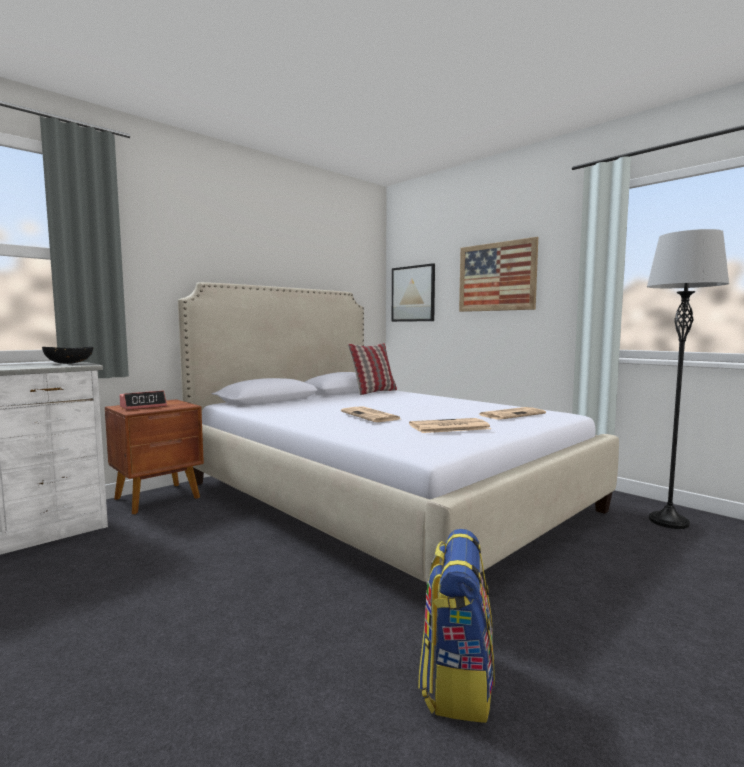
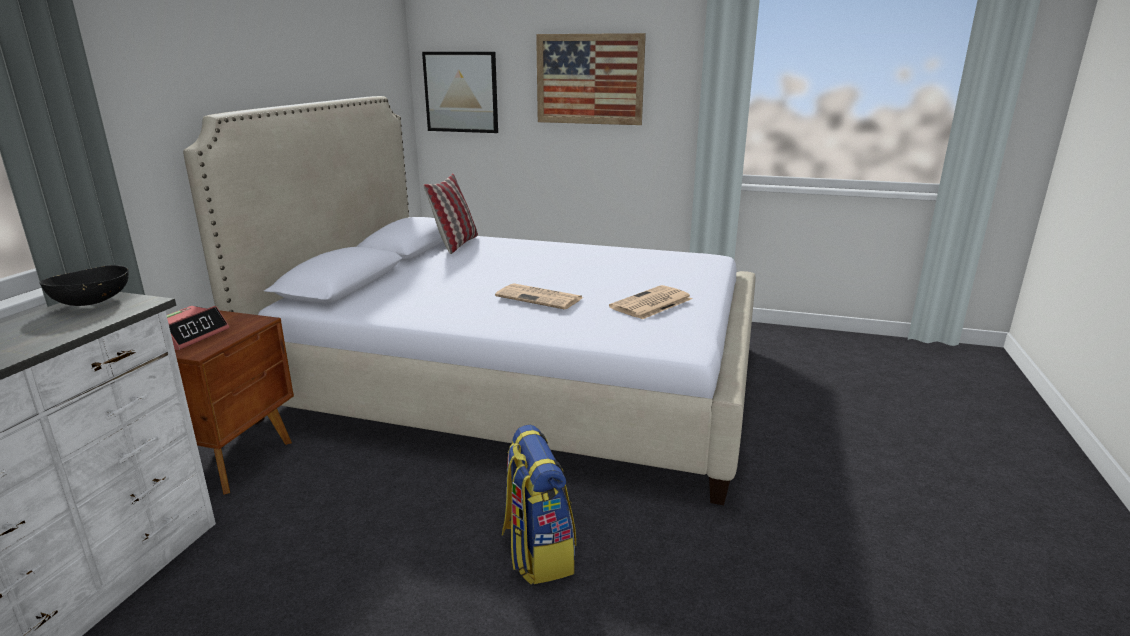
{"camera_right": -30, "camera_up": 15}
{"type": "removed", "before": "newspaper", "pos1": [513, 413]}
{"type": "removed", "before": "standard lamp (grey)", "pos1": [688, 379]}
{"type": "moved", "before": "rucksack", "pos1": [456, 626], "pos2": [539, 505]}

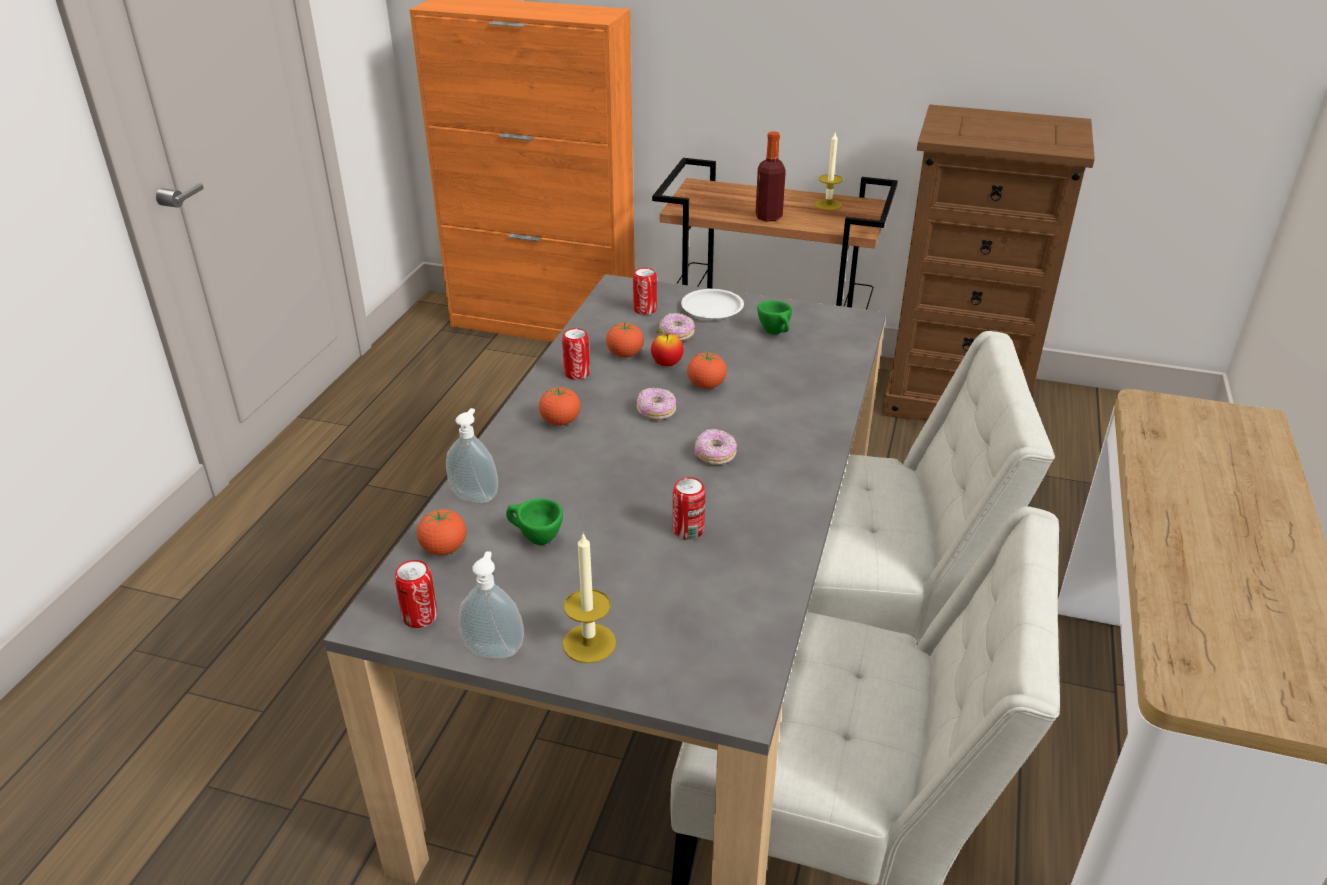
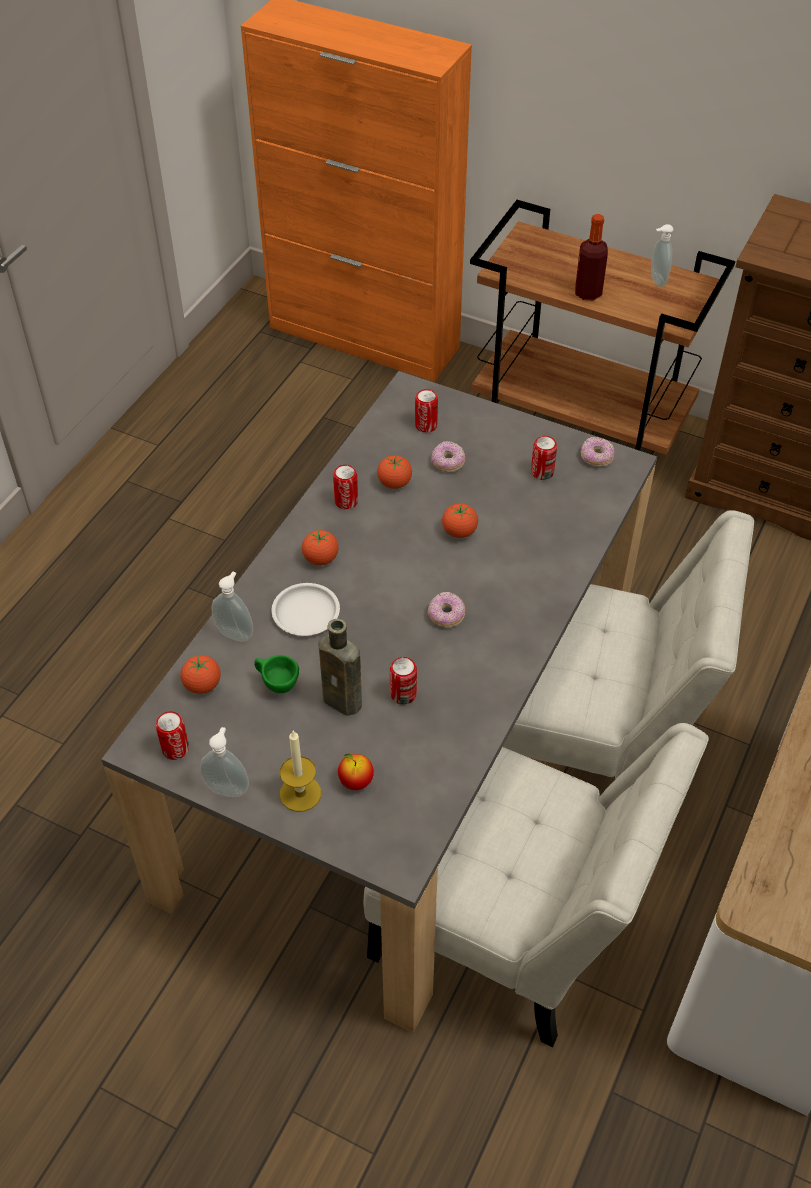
{"camera_right": 10, "camera_up": 15}
{"type": "added", "after": "bottle (brown-coloured)", "pos2": [340, 667]}
{"type": "moved", "before": "doughnut", "pos1": [656, 404], "pos2": [598, 452]}
{"type": "moved", "before": "apple fruit", "pos1": [667, 348], "pos2": [356, 772]}
{"type": "moved", "before": "dinner plate (white)", "pos1": [712, 304], "pos2": [306, 609]}
{"type": "replaced", "before": "drinking cup (green-coloured)", "after": "sealed can", "pos1": [774, 317], "pos2": [544, 458]}
{"type": "replaced", "before": "wax candle", "after": "soap bottle", "pos1": [829, 171], "pos2": [662, 255]}

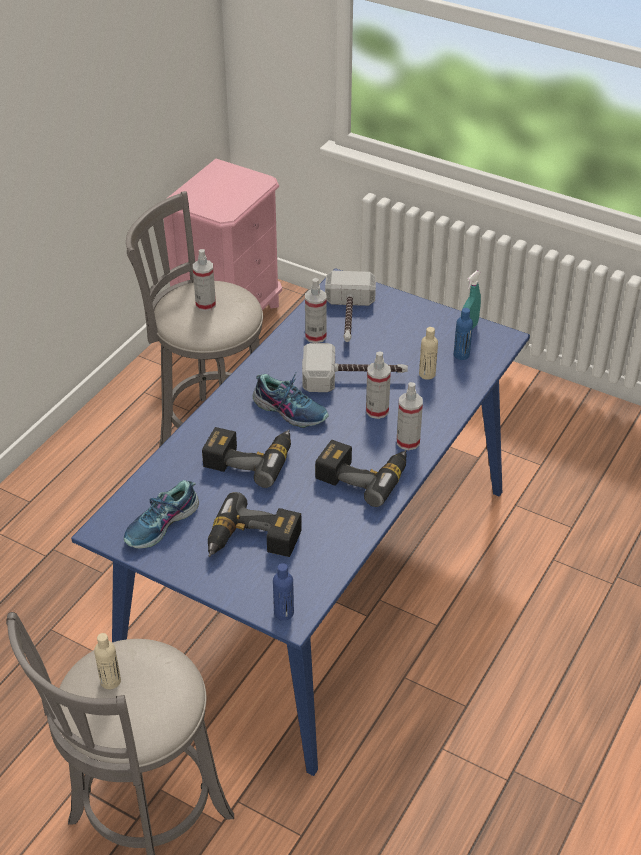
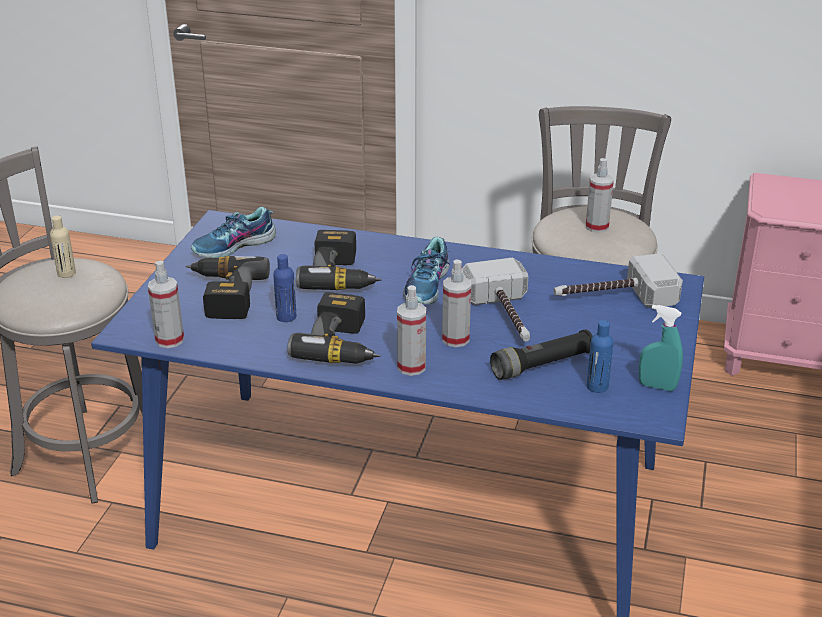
{"camera_right": 75, "camera_up": -10}
{"type": "moved", "before": "bottle (blue-coloured)", "pos1": [283, 592], "pos2": [285, 288]}
{"type": "moved", "before": "hand sprayer", "pos1": [316, 310], "pos2": [166, 304]}
{"type": "replaced", "before": "bottle (sand-coloured)", "after": "torch (black-coloured)", "pos1": [428, 353], "pos2": [541, 354]}
{"type": "turned", "before": "item of footwear", "pos1": [161, 514], "pos2": [233, 232], "turn": -60}

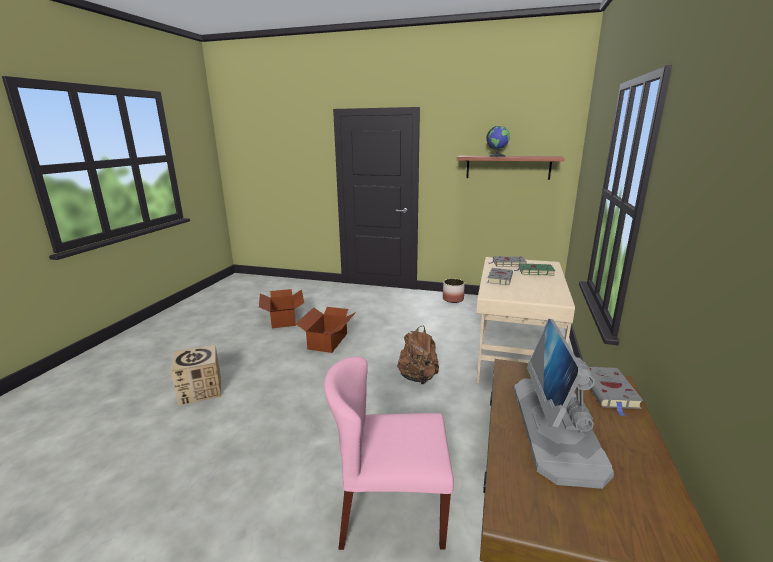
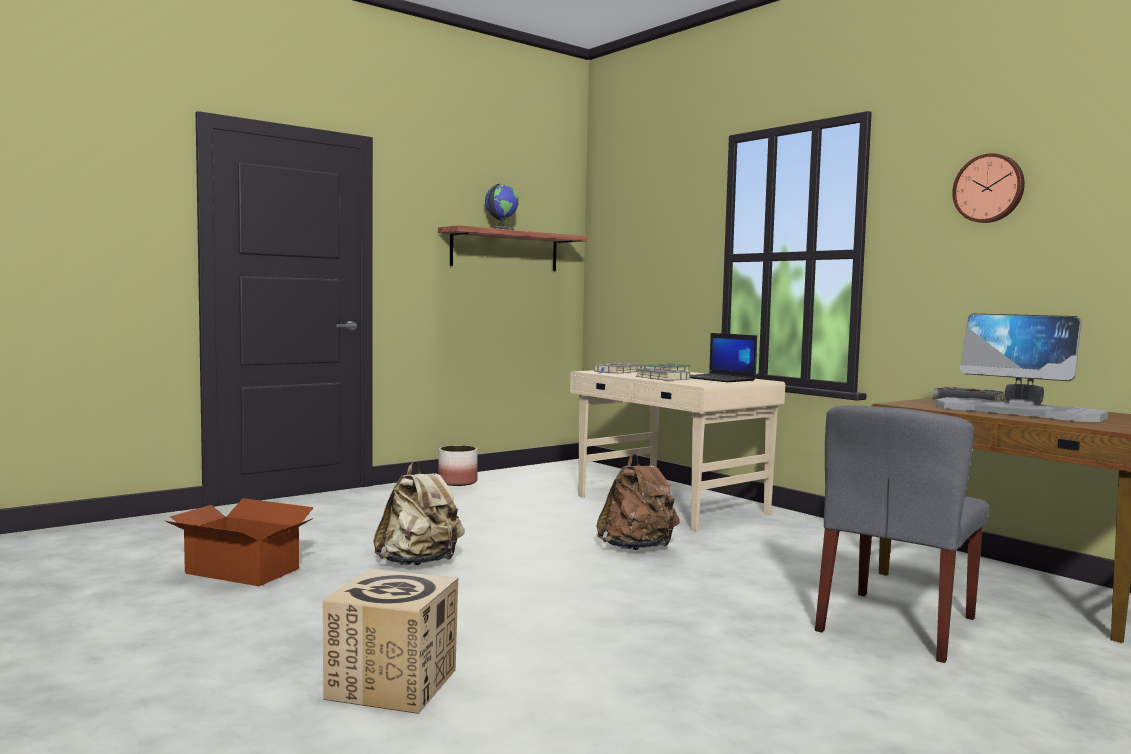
{"camera_right": -55, "camera_up": -15}
{"type": "added", "after": "portable computer", "pos2": [723, 357]}
{"type": "added", "after": "wall clock", "pos2": [988, 188]}
{"type": "replaced", "before": "carton", "after": "rucksack (sand-coloured)", "pos1": [326, 330], "pos2": [418, 513]}
{"type": "recoloured", "before": "upright chair (pinkish)", "after": "upright chair (grey)", "pos1": [389, 453], "pos2": [902, 534]}

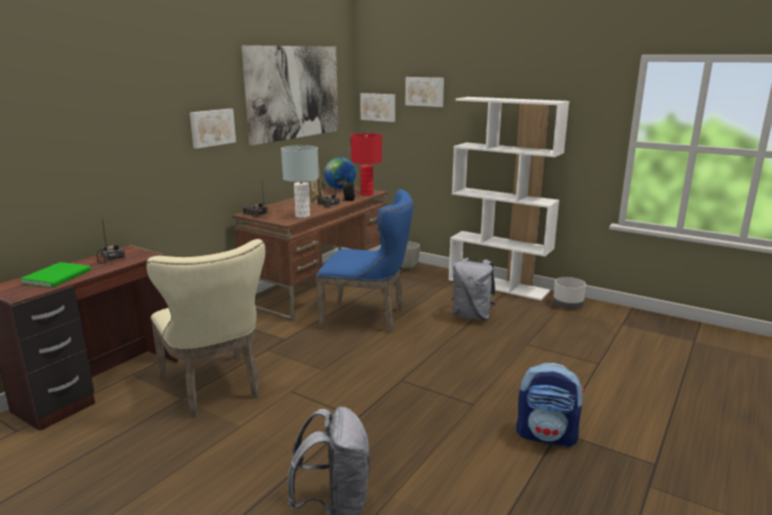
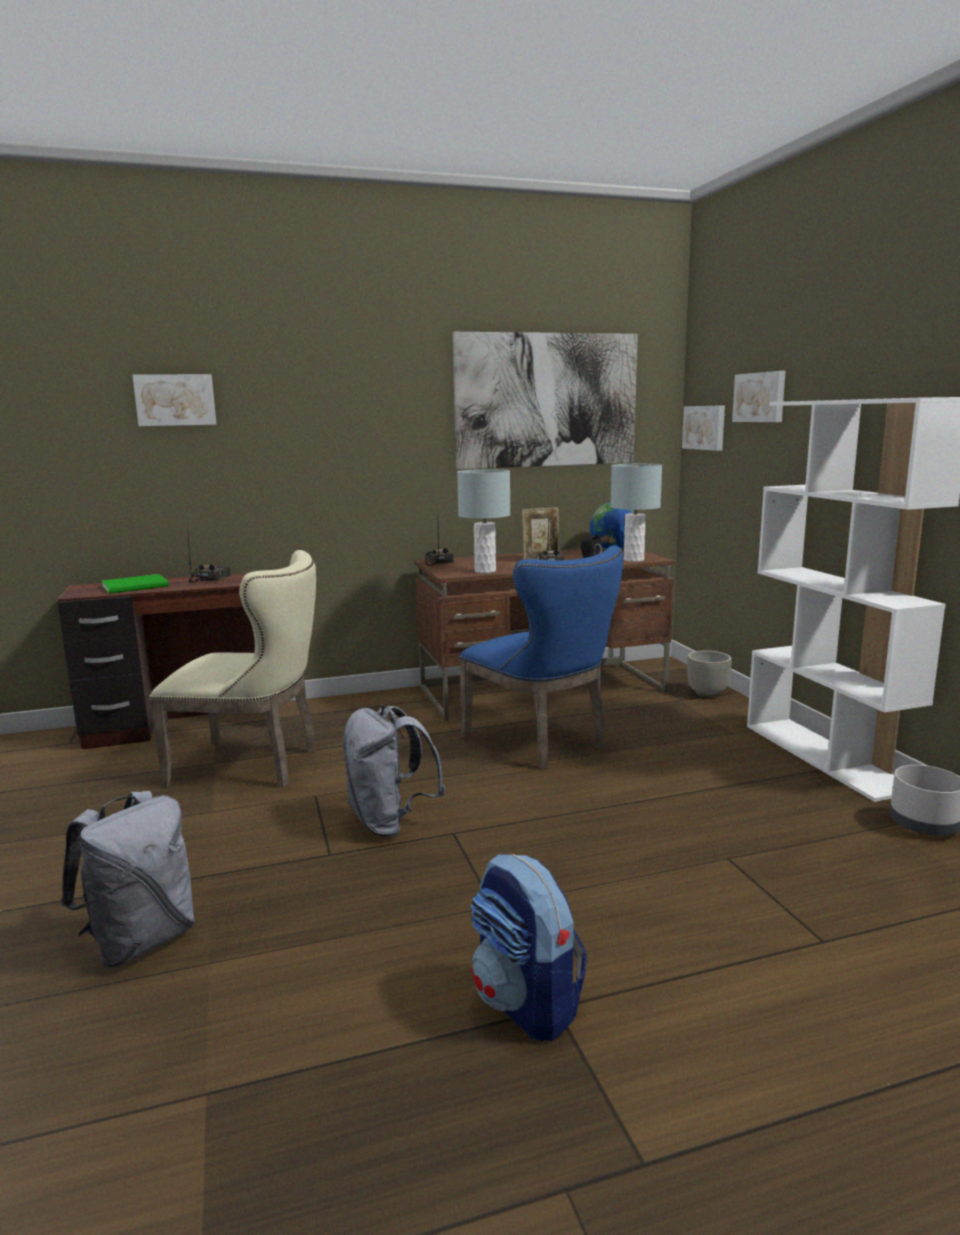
{"camera_right": 40, "camera_up": -5}
{"type": "moved", "before": "picture", "pos1": [213, 129], "pos2": [174, 400]}
{"type": "moved", "before": "rucksack (grey)", "pos1": [474, 288], "pos2": [394, 771]}
{"type": "recoloured", "before": "tabletop lamp (reddish)", "after": "tabletop lamp (grey)", "pos1": [366, 164], "pos2": [636, 513]}
{"type": "turned", "before": "upright chair (sand-coloured)", "pos1": [205, 328], "pos2": [232, 669], "turn": -90}

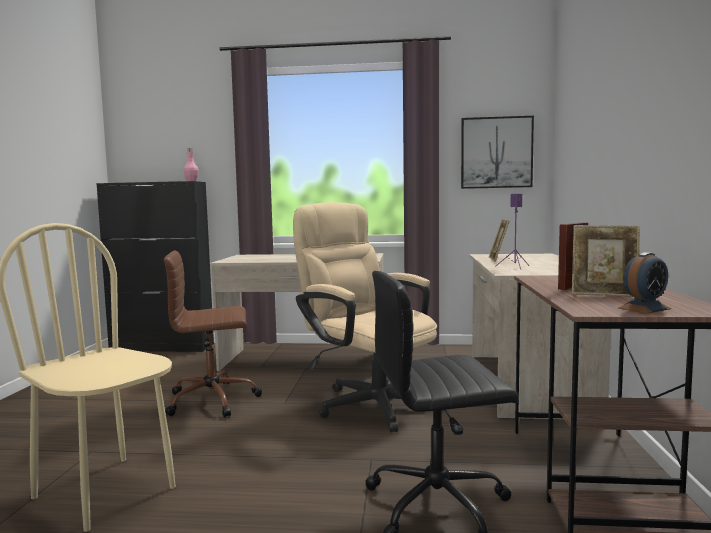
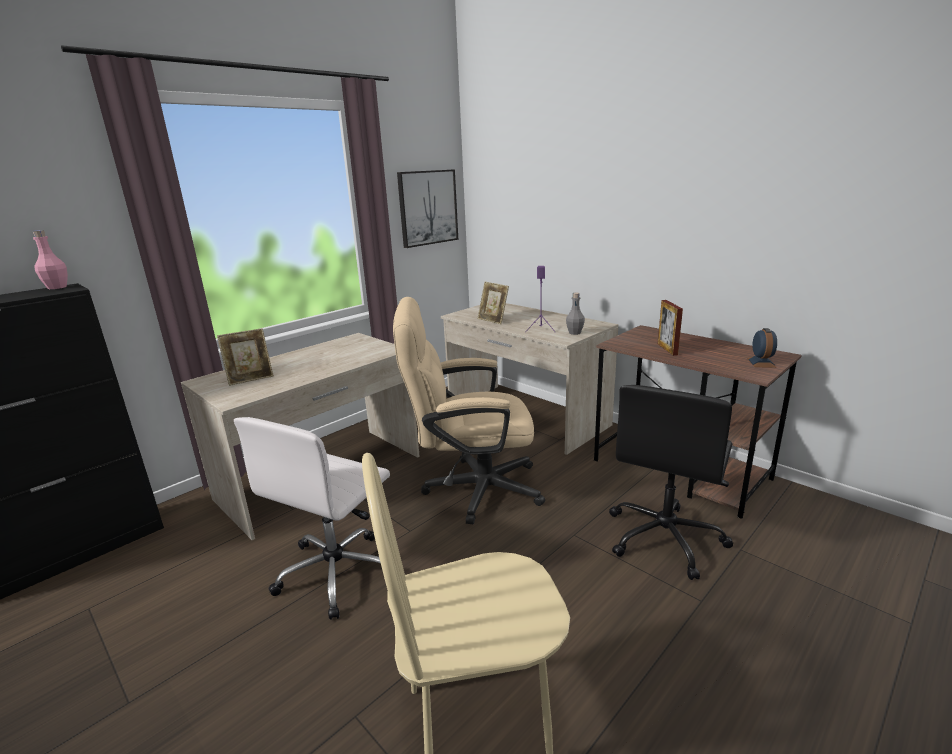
{"camera_right": -50, "camera_up": 15}
{"type": "added", "after": "bottle (grey)", "pos2": [575, 314]}
{"type": "moved", "before": "picture frame", "pos1": [606, 261], "pos2": [245, 357]}
{"type": "recoloured", "before": "office chair (brown-coloured)", "after": "office chair (white)", "pos1": [213, 334], "pos2": [312, 518]}

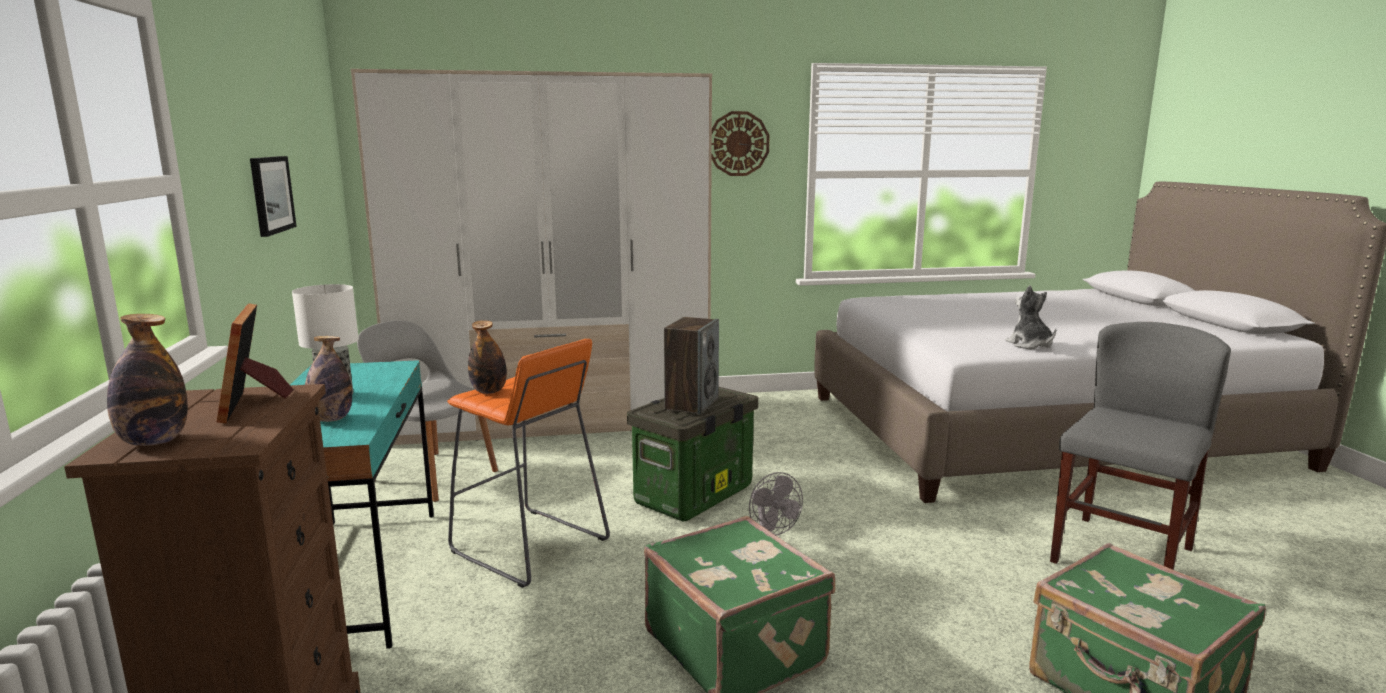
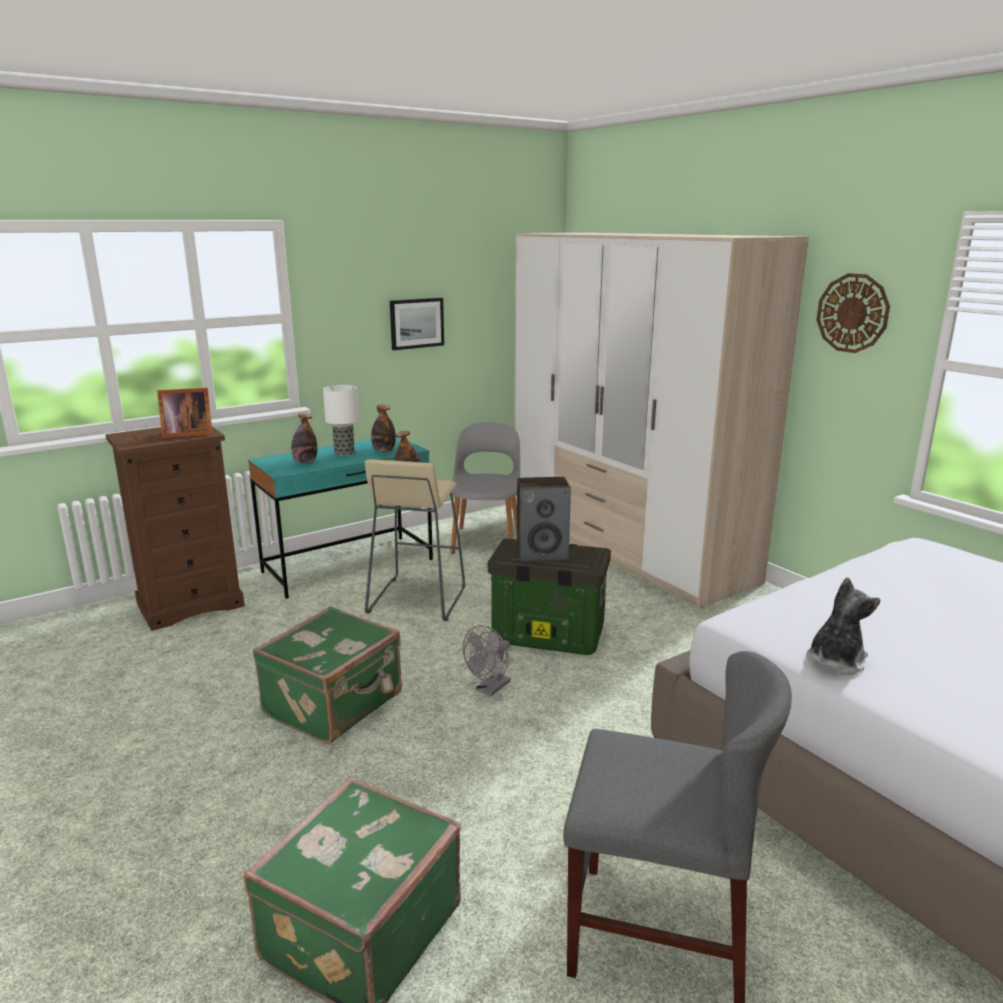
{"camera_right": 65, "camera_up": 5}
{"type": "moved", "before": "bottle", "pos1": [147, 380], "pos2": [383, 429]}
{"type": "recoloured", "before": "stool (orangey)", "after": "stool (sand-coloured)", "pos1": [528, 463], "pos2": [415, 540]}
{"type": "turned", "before": "picture frame", "pos1": [255, 363], "pos2": [185, 413], "turn": -150}

